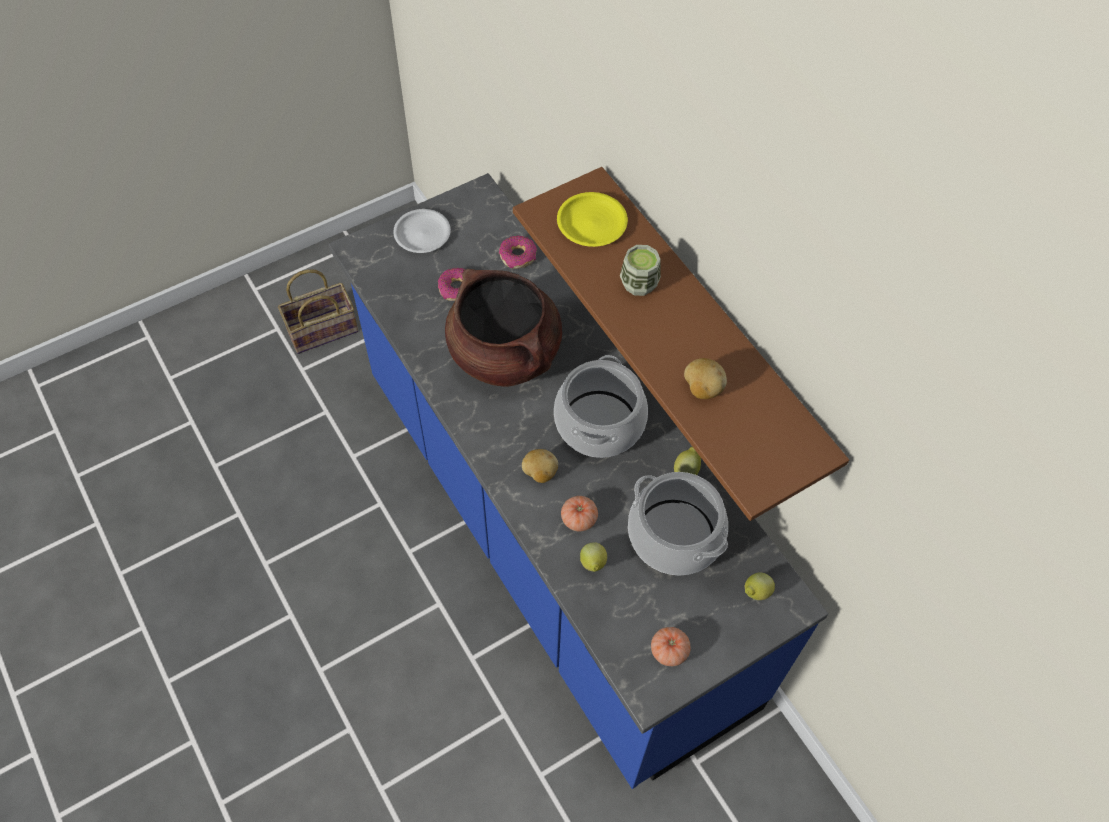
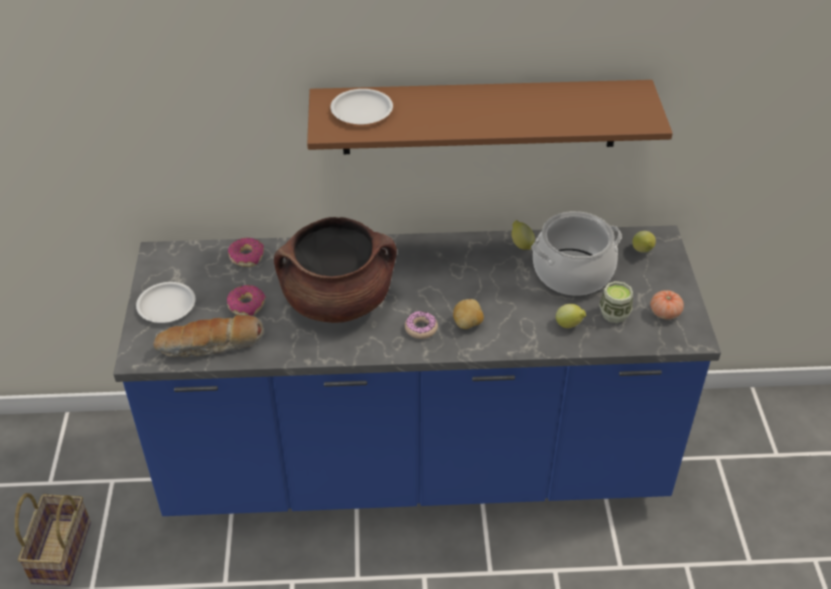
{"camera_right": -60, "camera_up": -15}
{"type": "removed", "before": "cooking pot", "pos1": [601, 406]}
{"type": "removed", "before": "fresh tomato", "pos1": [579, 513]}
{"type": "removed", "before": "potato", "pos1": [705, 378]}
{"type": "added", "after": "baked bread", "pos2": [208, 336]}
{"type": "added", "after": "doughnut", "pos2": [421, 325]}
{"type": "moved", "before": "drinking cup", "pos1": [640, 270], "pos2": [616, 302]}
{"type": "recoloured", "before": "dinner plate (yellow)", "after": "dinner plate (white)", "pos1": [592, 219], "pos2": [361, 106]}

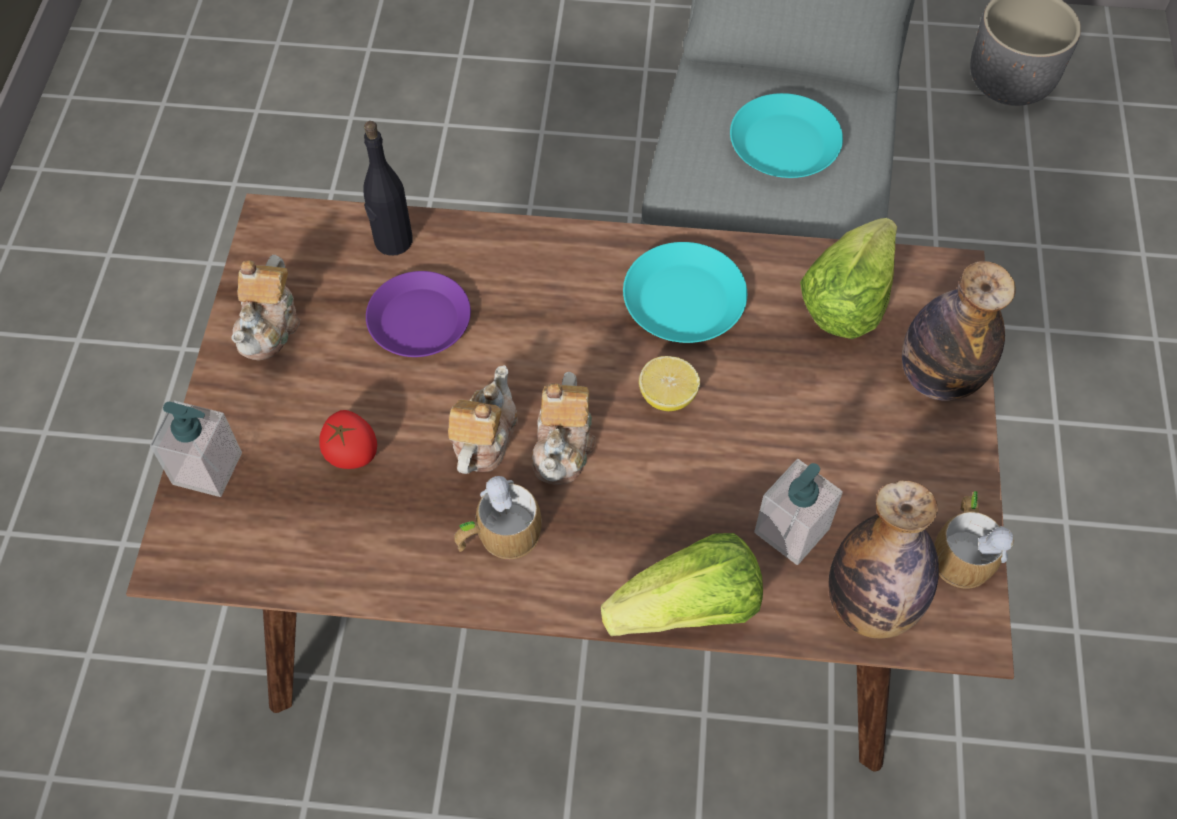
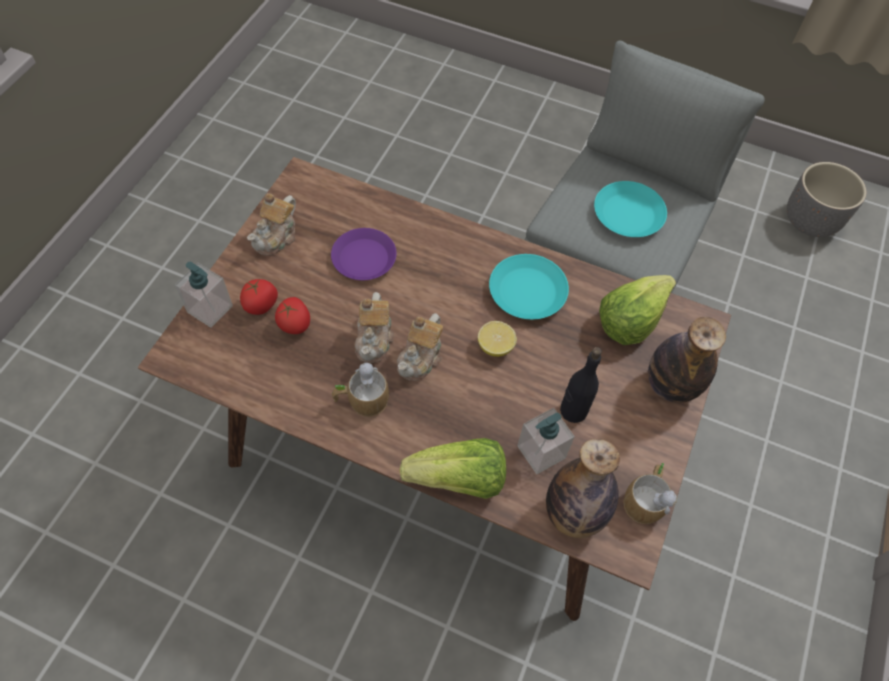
{"camera_right": 15, "camera_up": 0}
{"type": "added", "after": "fresh tomato", "pos2": [259, 297]}
{"type": "moved", "before": "bottle (black-coloured)", "pos1": [388, 188], "pos2": [581, 385]}
{"type": "turned", "before": "teapot", "pos1": [483, 419], "pos2": [374, 327], "turn": 150}

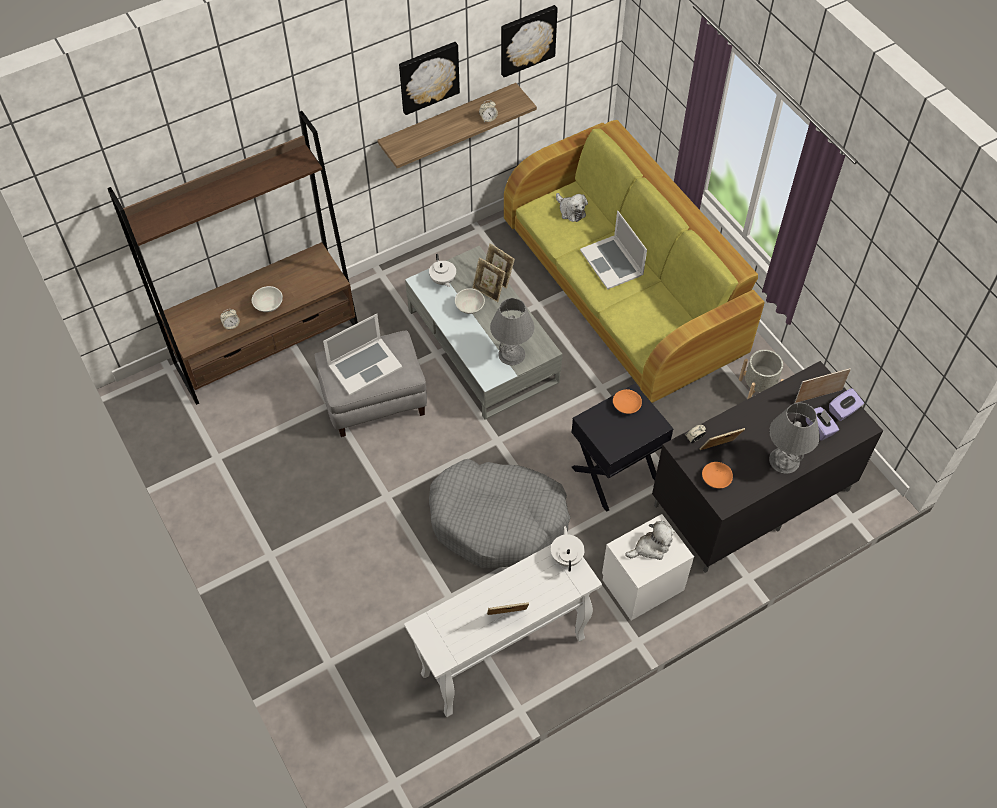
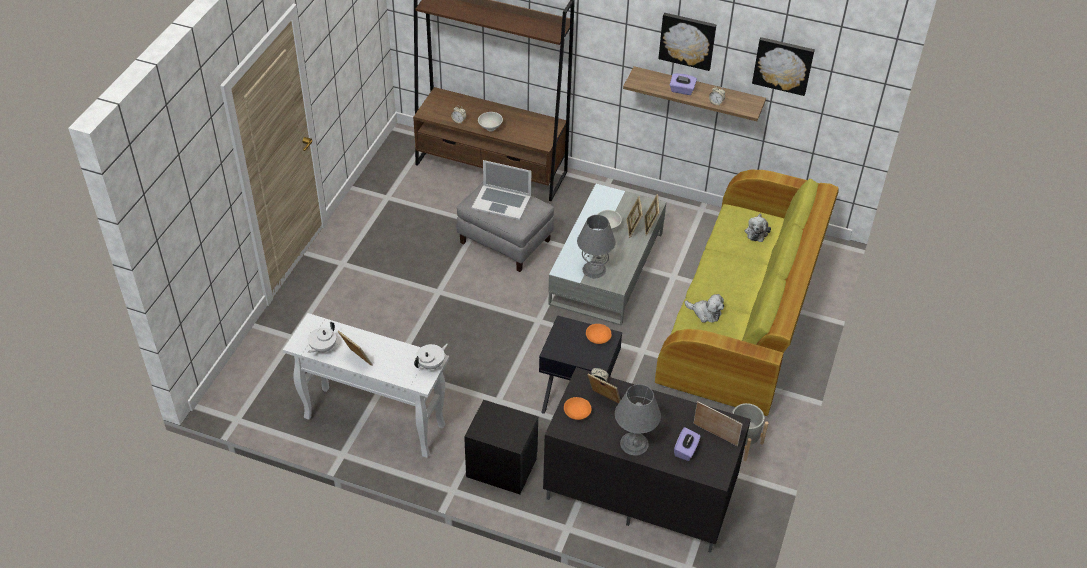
{"camera_right": 50, "camera_up": -10}
{"type": "removed", "before": "pet bed (grey)", "pos1": [499, 513]}
{"type": "removed", "before": "portable computer", "pos1": [613, 250]}
{"type": "moved", "before": "teapot (white)", "pos1": [442, 270], "pos2": [322, 337]}
{"type": "moved", "before": "cuddly toy", "pos1": [649, 540], "pos2": [704, 308]}
{"type": "moved", "before": "tissue holder (purple-coloured)", "pos1": [846, 404], "pos2": [683, 84]}
{"type": "recoloured", "before": "night table (white)", "after": "night table (black-coloured)", "pos1": [648, 567], "pos2": [501, 447]}

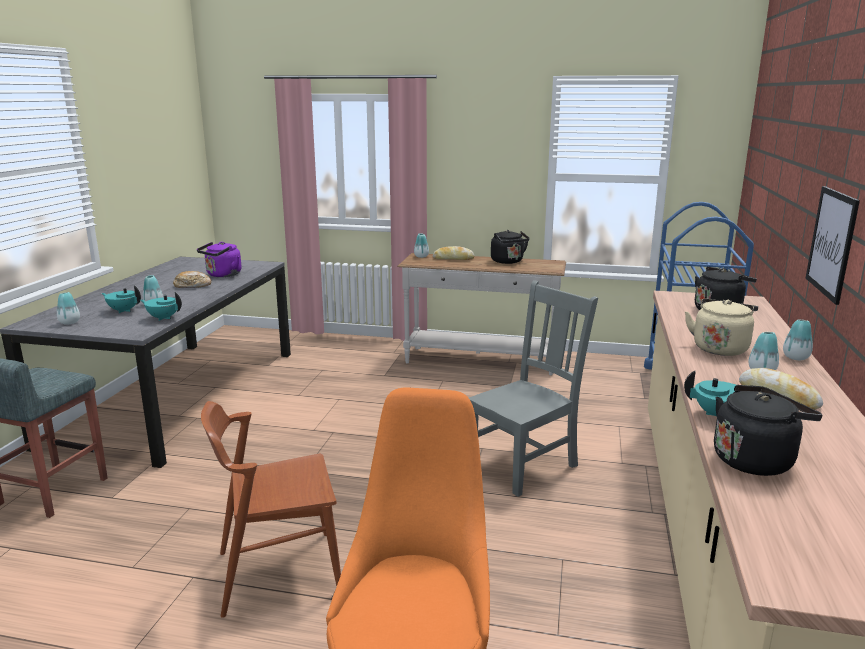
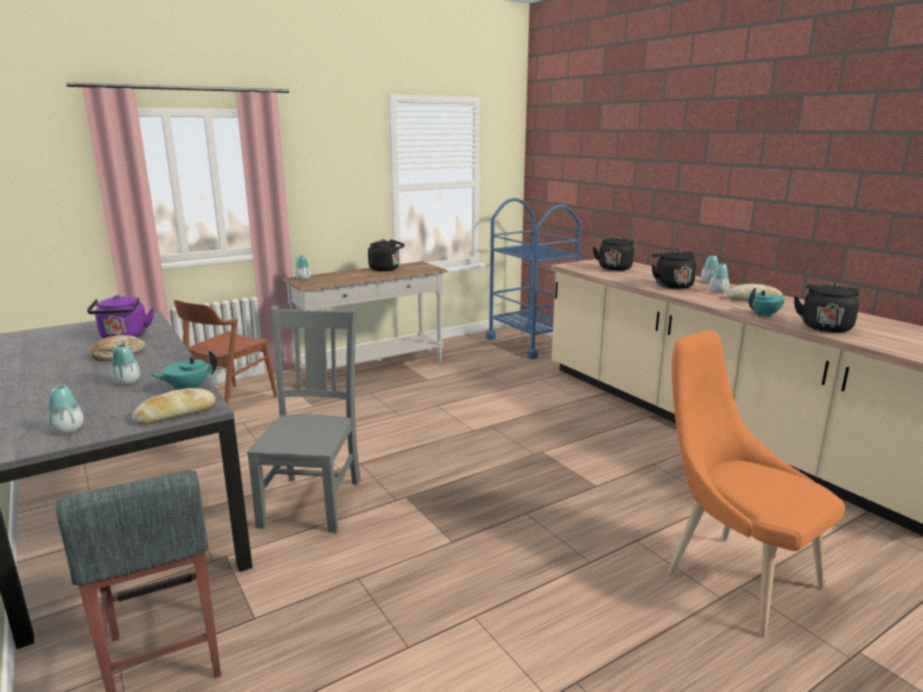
{"camera_right": -45, "camera_up": 0}
{"type": "removed", "before": "teapot (turquoise)", "pos1": [121, 299]}
{"type": "removed", "before": "picture", "pos1": [833, 245]}
{"type": "moved", "before": "upright chair (brown-coloured)", "pos1": [271, 509], "pos2": [226, 352]}
{"type": "moved", "before": "baked bread", "pos1": [453, 253], "pos2": [174, 406]}
{"type": "moved", "before": "upright chair (grey)", "pos1": [533, 388], "pos2": [304, 419]}
{"type": "recoloured", "before": "tea kettle (sand-coloured)", "after": "tea kettle (black-coloured)", "pos1": [721, 327], "pos2": [673, 269]}

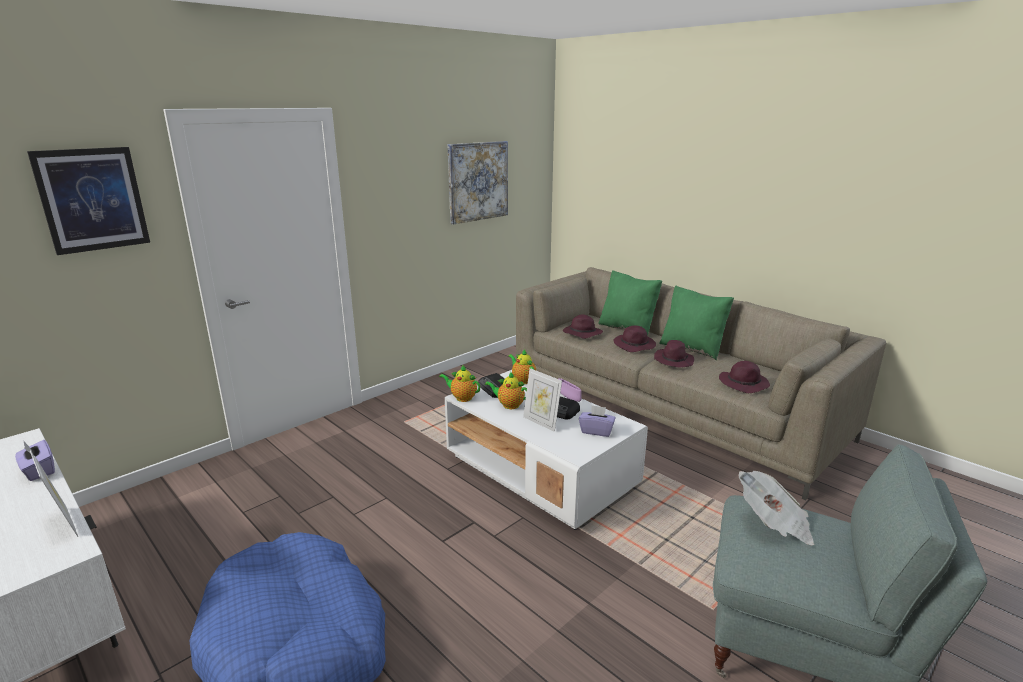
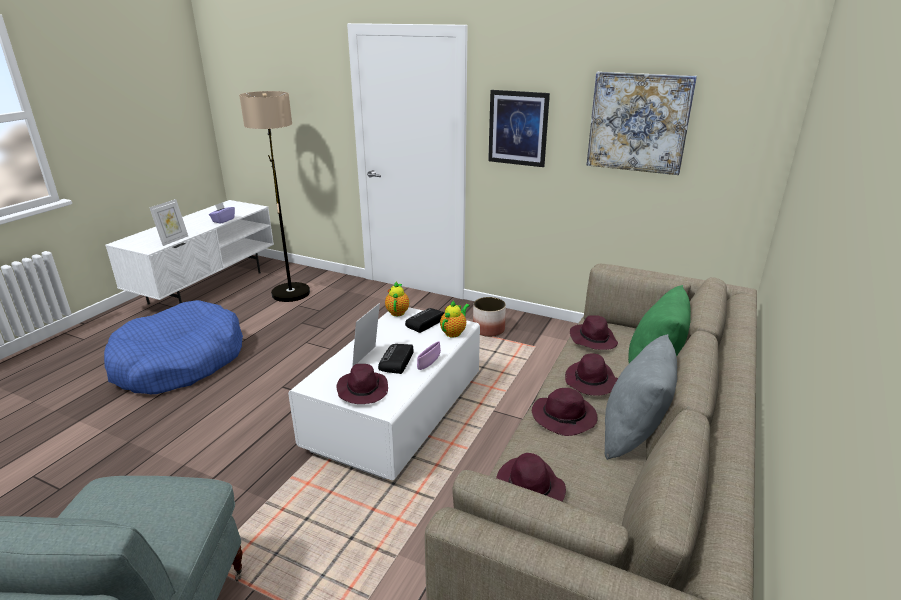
{"camera_right": 70, "camera_up": 5}
{"type": "removed", "before": "teapot", "pos1": [506, 390]}
{"type": "removed", "before": "newspaper", "pos1": [776, 508]}
{"type": "added", "after": "standard lamp", "pos2": [274, 196]}
{"type": "added", "after": "flower pot", "pos2": [489, 317]}
{"type": "moved", "before": "picture", "pos1": [88, 201], "pos2": [519, 128]}
{"type": "replaced", "before": "tissue holder (purple-coloured)", "after": "hat (purple-coloured)", "pos1": [597, 421], "pos2": [362, 384]}
{"type": "recoloured", "before": "pillow (green-coloured)", "after": "pillow (grey)", "pos1": [696, 322], "pos2": [641, 397]}

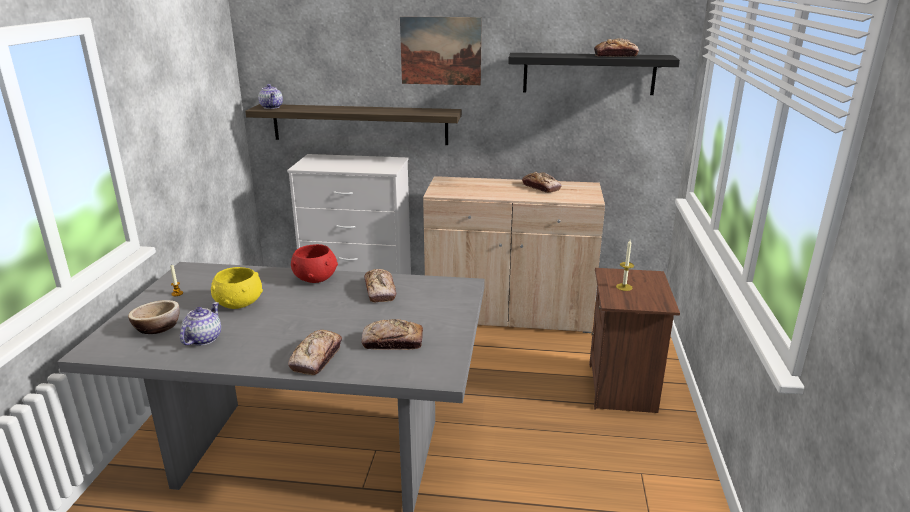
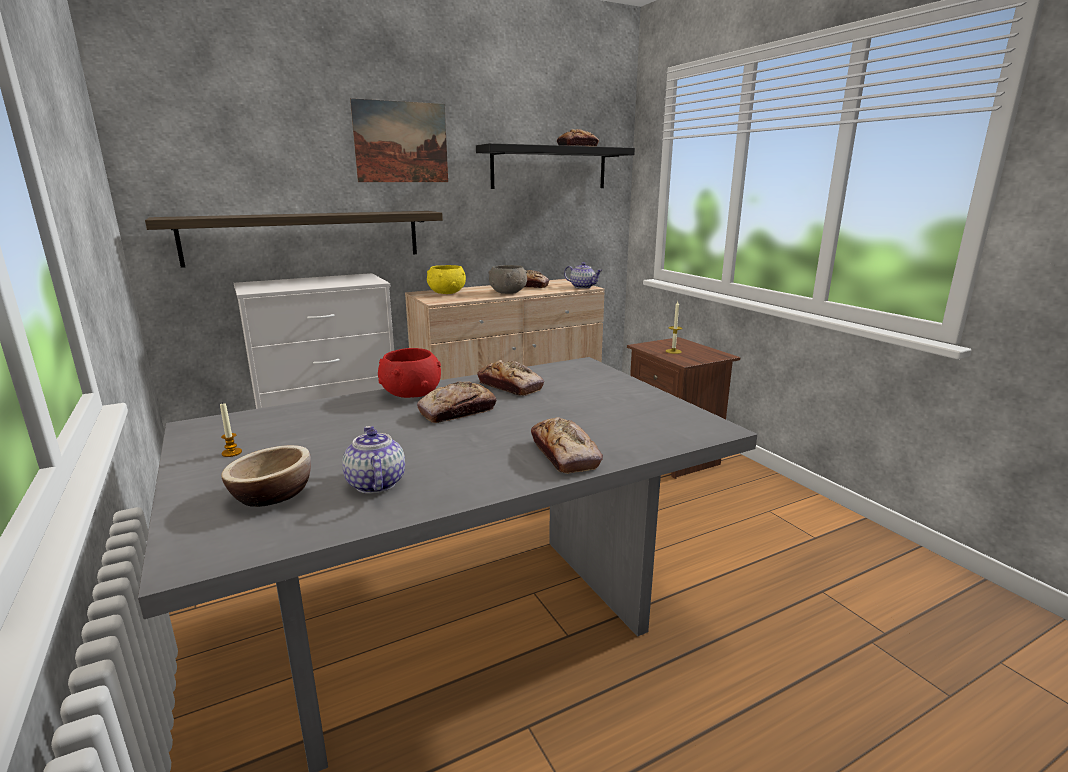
{"camera_right": -35, "camera_up": -5}
{"type": "added", "after": "serving bowl (grey)", "pos2": [508, 279]}
{"type": "moved", "before": "serving bowl (yellow)", "pos1": [237, 288], "pos2": [446, 279]}
{"type": "moved", "before": "teapot", "pos1": [270, 96], "pos2": [583, 275]}
{"type": "moved", "before": "baked bread", "pos1": [392, 334], "pos2": [456, 402]}

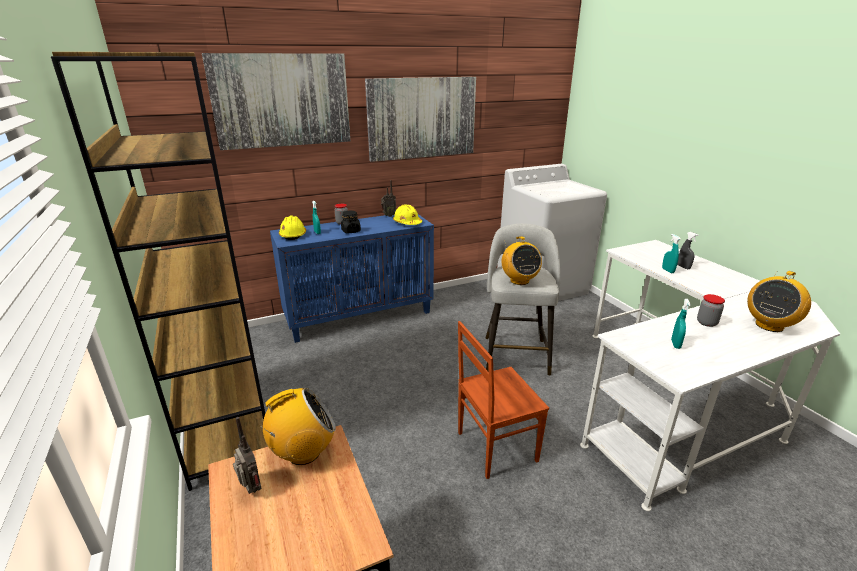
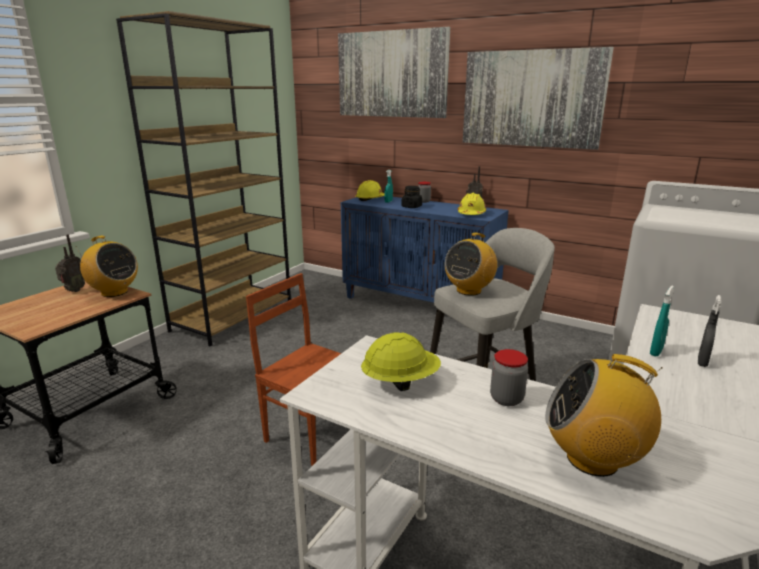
{"camera_right": 55, "camera_up": -5}
{"type": "replaced", "before": "hand sprayer (turquoise)", "after": "hard hat (yellow)", "pos1": [681, 324], "pos2": [401, 361]}

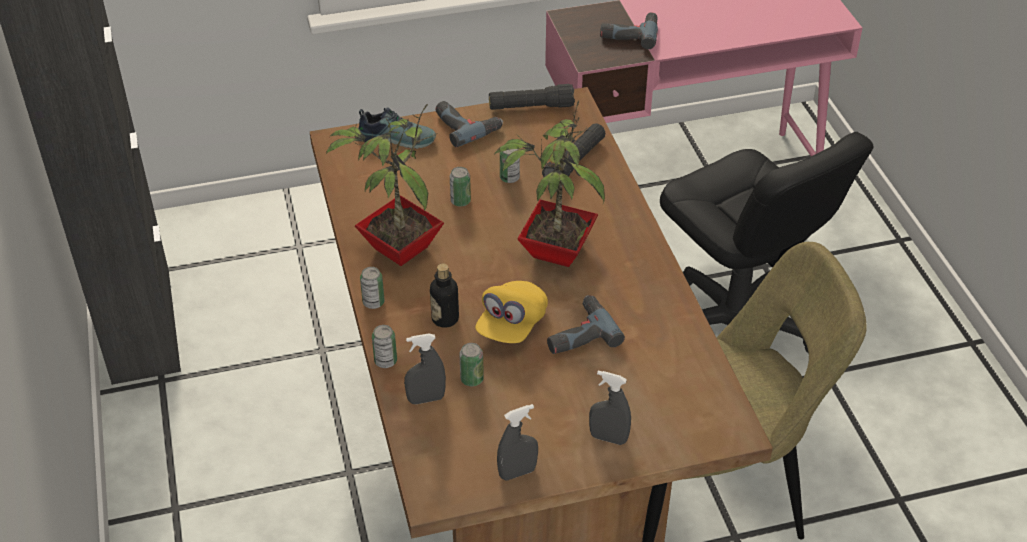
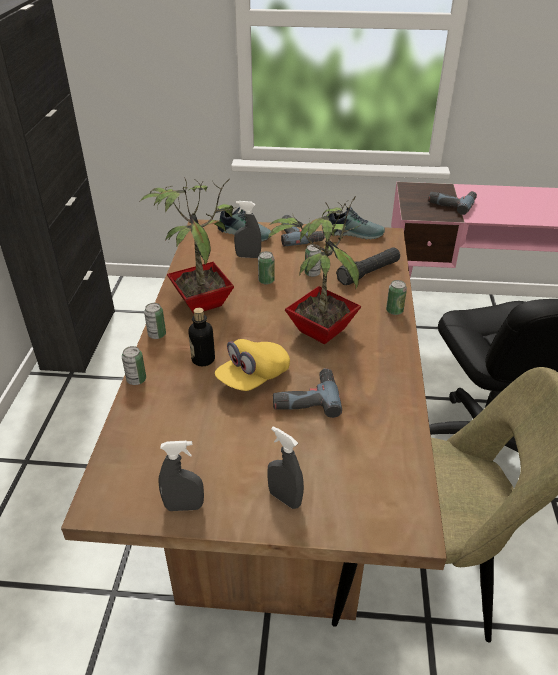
{"camera_right": 20, "camera_up": -5}
{"type": "moved", "before": "hand sprayer (grey)", "pos1": [425, 368], "pos2": [247, 229]}
{"type": "moved", "before": "sealed can", "pos1": [471, 364], "pos2": [396, 297]}
{"type": "replaced", "before": "torch (black-coloured)", "after": "item of footwear", "pos1": [532, 97], "pos2": [356, 223]}

